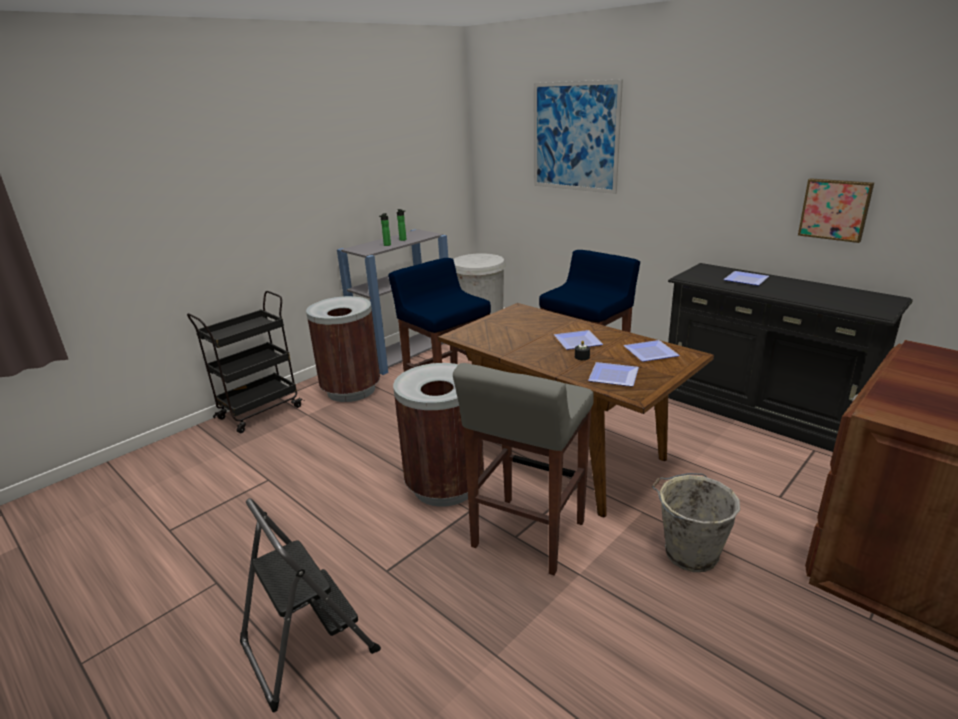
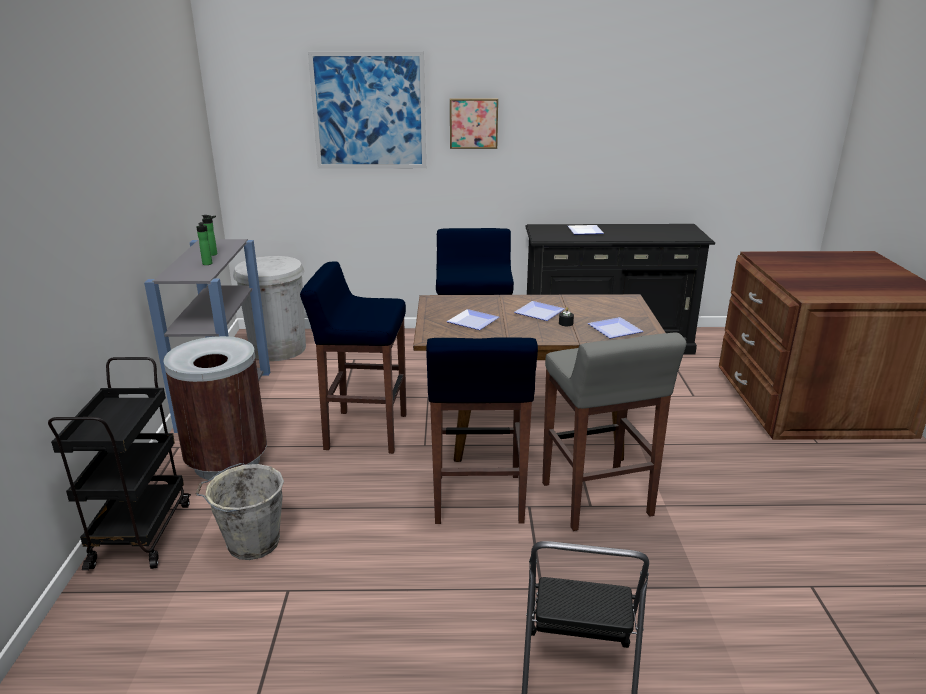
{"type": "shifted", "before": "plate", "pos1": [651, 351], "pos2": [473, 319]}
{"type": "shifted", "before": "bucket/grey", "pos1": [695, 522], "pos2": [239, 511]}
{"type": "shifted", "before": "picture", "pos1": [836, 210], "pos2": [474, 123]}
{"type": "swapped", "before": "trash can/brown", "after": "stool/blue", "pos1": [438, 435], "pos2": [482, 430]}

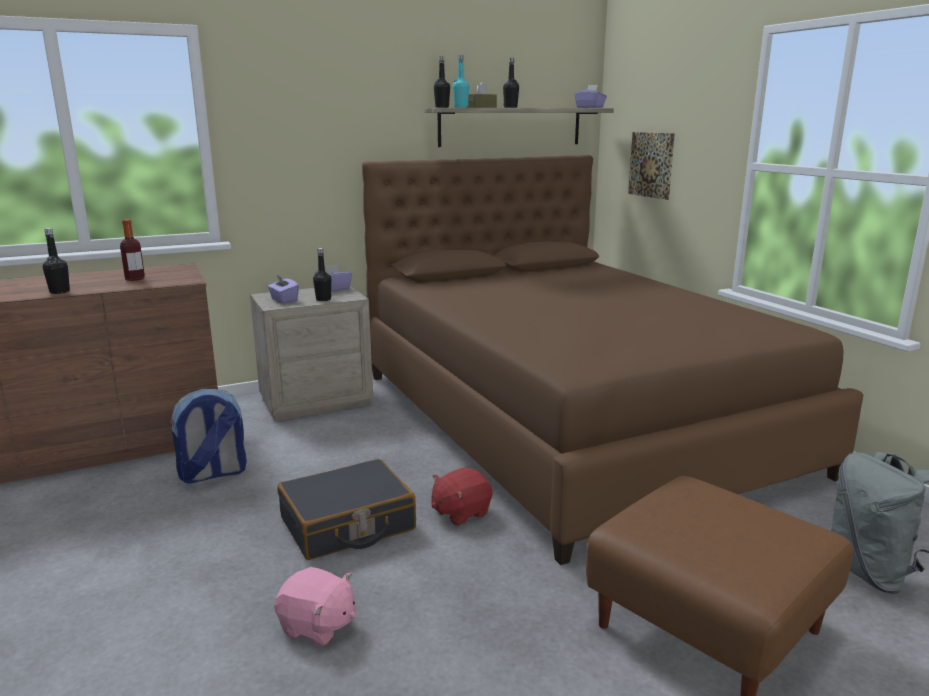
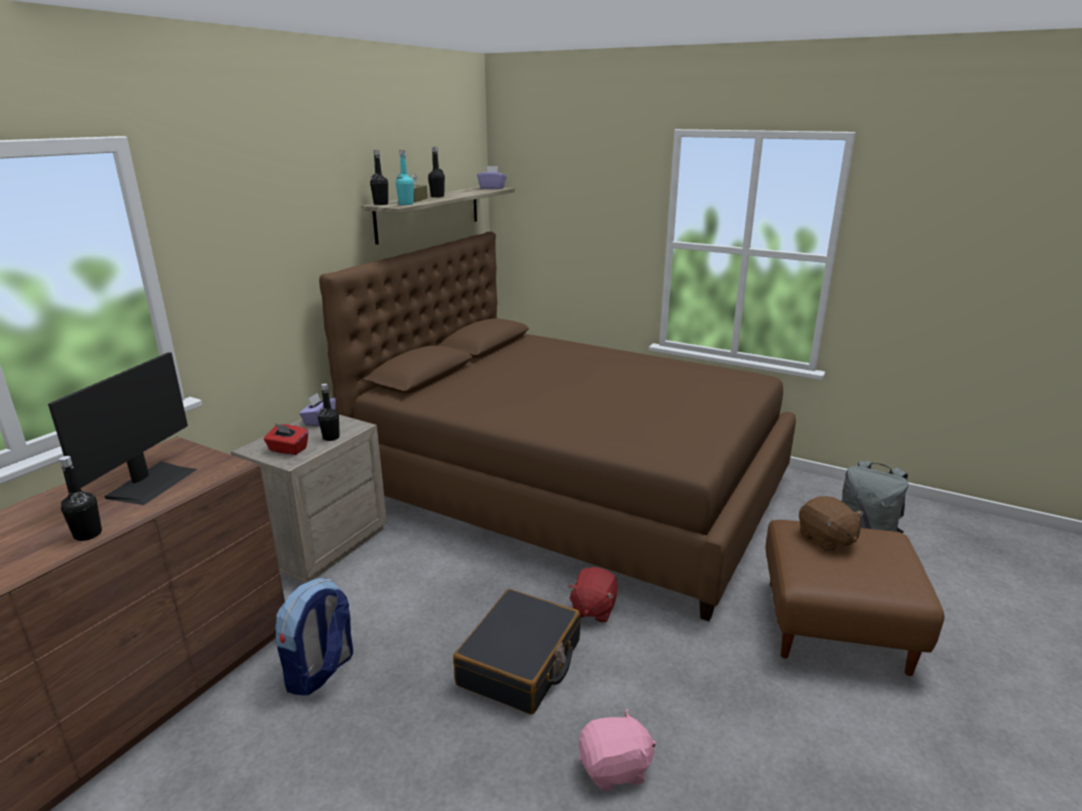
{"type": "gone", "before": "picture", "pos1": [651, 166]}
{"type": "new", "after": "plush toy/brown", "pos2": [831, 524]}
{"type": "swapped", "before": "bottle", "after": "monitor", "pos1": [132, 250], "pos2": [122, 428]}
{"type": "repainted", "before": "tissue box/purple", "after": "tissue box/red", "pos1": [283, 289], "pos2": [286, 439]}

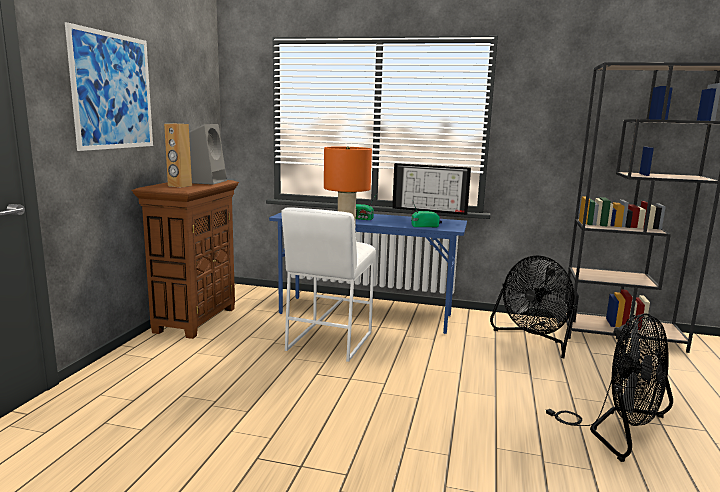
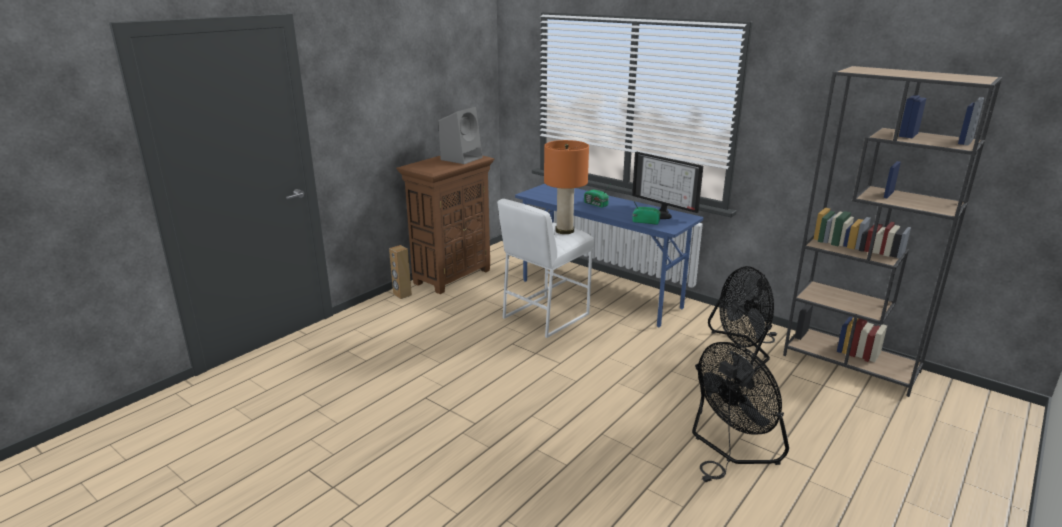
{"type": "gone", "before": "picture", "pos1": [109, 86]}
{"type": "shifted", "before": "speaker/brown", "pos1": [178, 156], "pos2": [400, 272]}
{"type": "rotated", "before": "fan/black", "pos1": [609, 387], "pos2": [740, 412], "turn": -105}

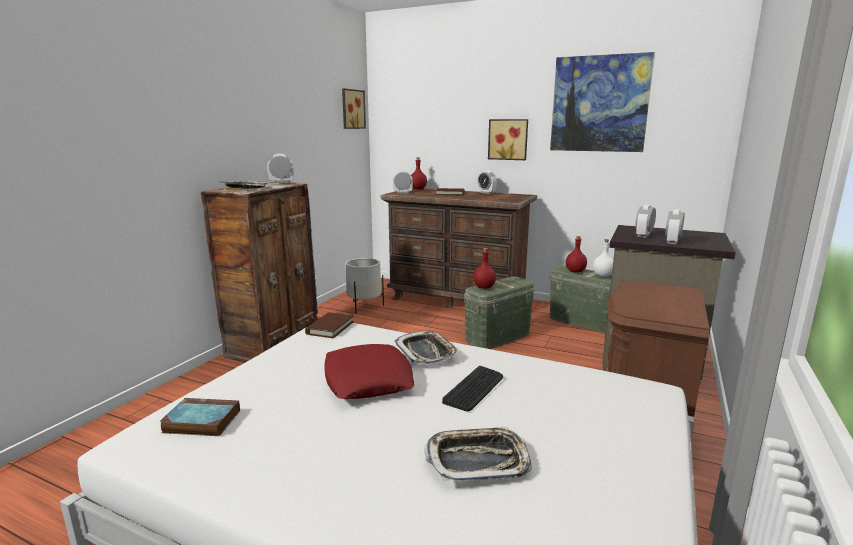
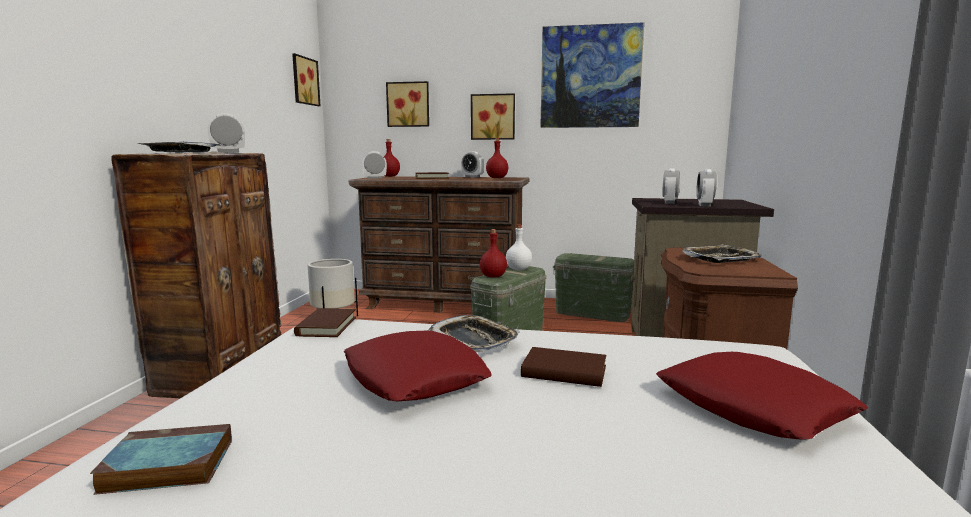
{"type": "new", "after": "picture", "pos2": [407, 104]}
{"type": "new", "after": "pillow/red", "pos2": [762, 396]}
{"type": "shifted", "before": "tray", "pos1": [478, 454], "pos2": [722, 254]}
{"type": "shifted", "before": "bottle/red", "pos1": [576, 254], "pos2": [497, 158]}
{"type": "shifted", "before": "bottle/white", "pos1": [603, 258], "pos2": [519, 247]}
{"type": "swapped", "before": "keyboard", "after": "book/brown", "pos1": [472, 388], "pos2": [563, 367]}

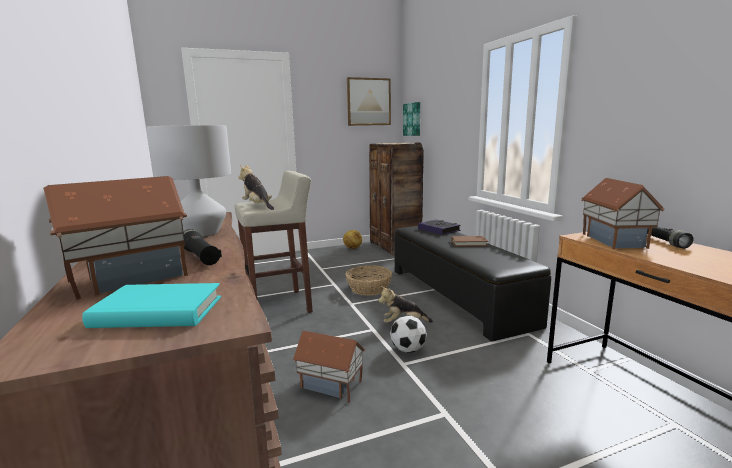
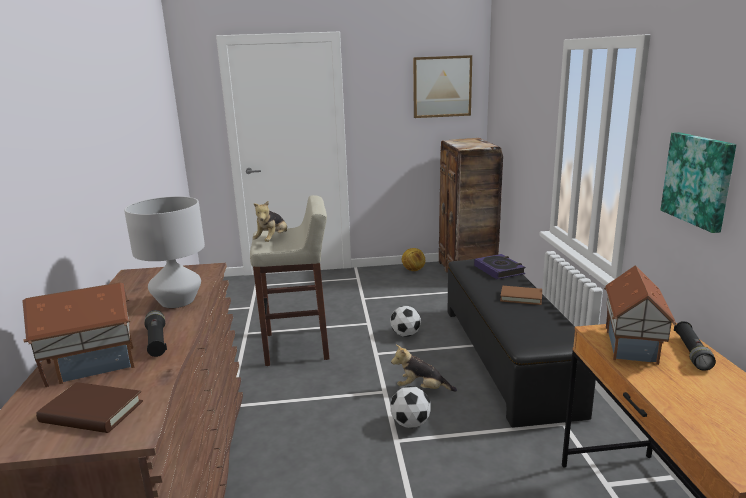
{"type": "gone", "before": "toy house", "pos1": [329, 367]}
{"type": "shifted", "before": "picture", "pos1": [411, 119], "pos2": [698, 182]}
{"type": "swapped", "before": "basket", "after": "football", "pos1": [368, 280], "pos2": [405, 321]}
{"type": "repainted", "before": "book/turquoise", "after": "book/brown", "pos1": [151, 305], "pos2": [89, 407]}
{"type": "rotated", "before": "plush toy", "pos1": [256, 187], "pos2": [270, 221], "turn": -135}

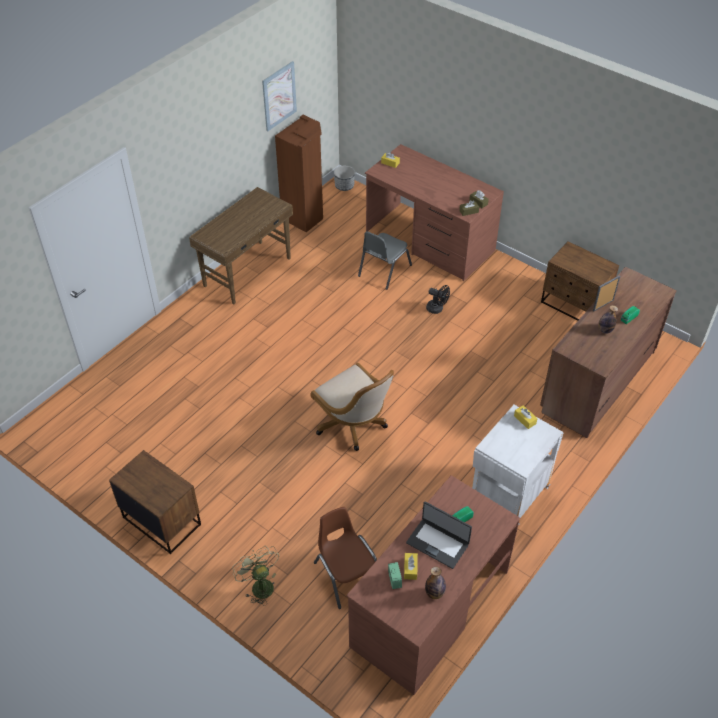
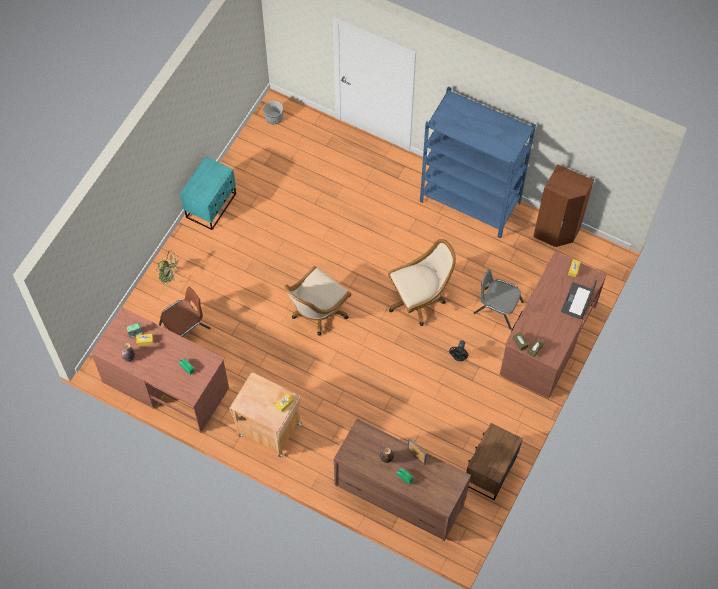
{"type": "gone", "before": "picture", "pos1": [279, 96]}
{"type": "new", "after": "office chair", "pos2": [422, 282]}
{"type": "shifted", "before": "planter", "pos1": [344, 178], "pos2": [273, 112]}
{"type": "shifted", "before": "laptop", "pos1": [439, 535], "pos2": [579, 299]}
{"type": "swapped", "before": "console table/brown", "after": "bookcase/blue", "pos1": [241, 245], "pos2": [478, 162]}
{"type": "repainted", "before": "nightstand/brown", "after": "nightstand/turquoise", "pos1": [155, 502], "pos2": [208, 193]}
{"type": "repainted", "before": "cart/white", "after": "cart/brown", "pos1": [518, 464], "pos2": [265, 415]}
{"type": "rotated", "before": "fan/green", "pos1": [255, 575], "pos2": [169, 269], "turn": 60}

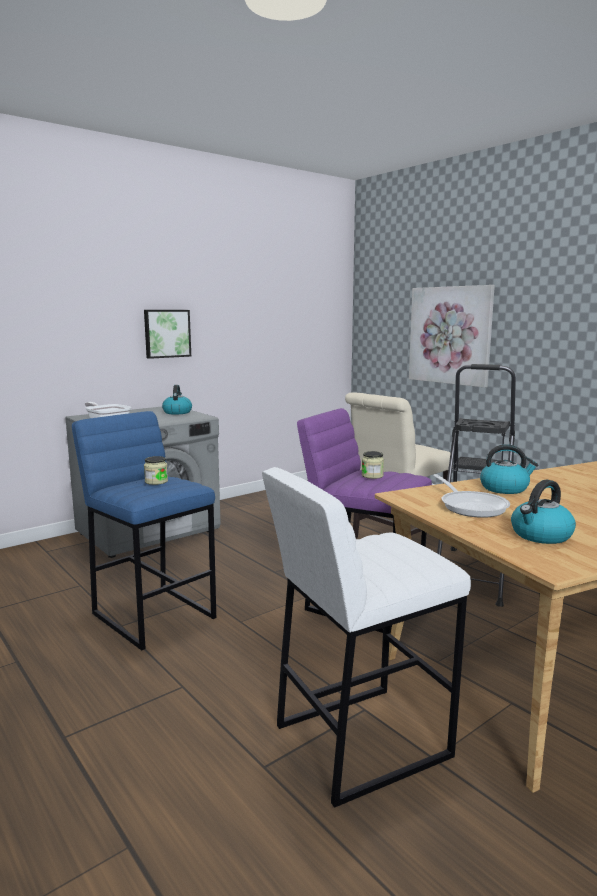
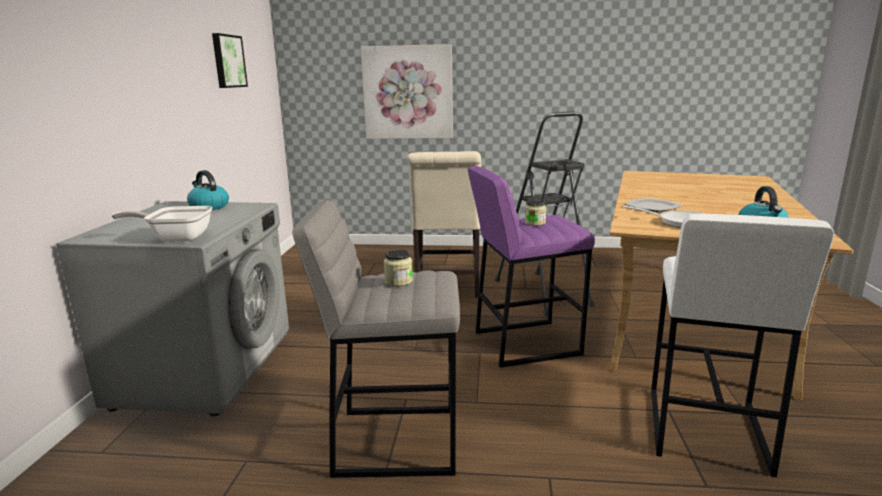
{"type": "shifted", "before": "picture", "pos1": [167, 334], "pos2": [230, 60]}
{"type": "swapped", "before": "kettle", "after": "plate", "pos1": [509, 469], "pos2": [653, 205]}
{"type": "repainted", "before": "stool/blue", "after": "stool/grey", "pos1": [144, 531], "pos2": [376, 339]}

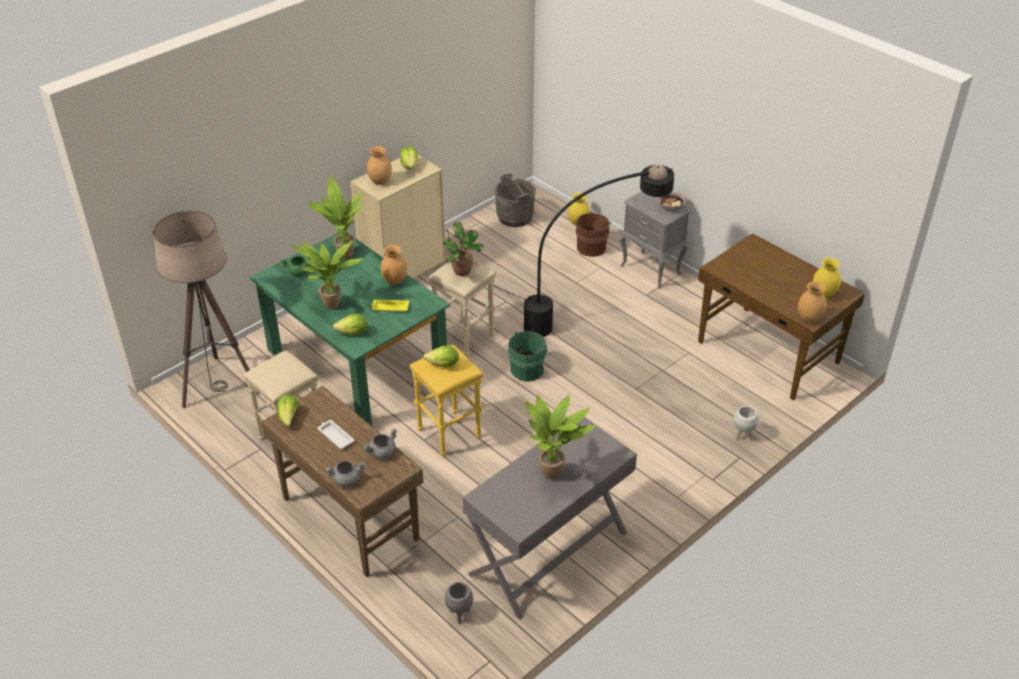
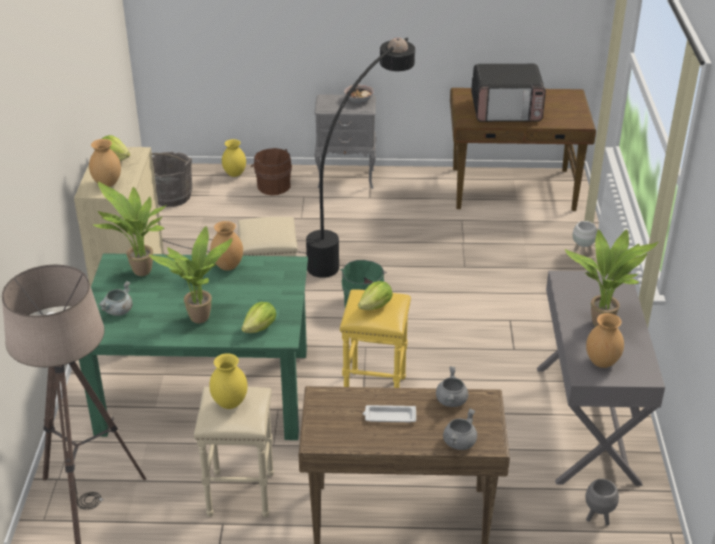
{"type": "gone", "before": "lettuce", "pos1": [288, 410]}
{"type": "gone", "before": "tray/yellow", "pos1": [390, 306]}
{"type": "gone", "before": "potted plant", "pos1": [463, 249]}
{"type": "new", "after": "microwave", "pos2": [508, 93]}
{"type": "shifted", "before": "vase/brown", "pos1": [812, 302], "pos2": [605, 340]}
{"type": "shifted", "before": "vase/yellow", "pos1": [827, 278], "pos2": [228, 381]}
{"type": "repainted", "before": "cooking pot/green", "after": "cooking pot/grey", "pos1": [295, 266], "pos2": [115, 298]}

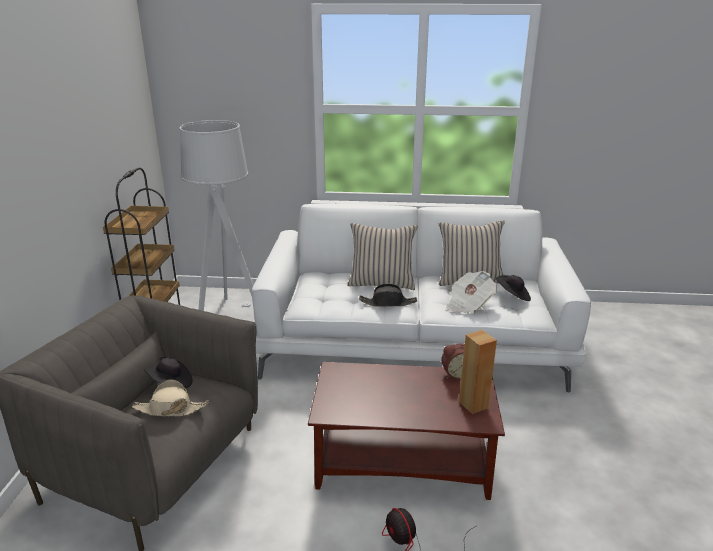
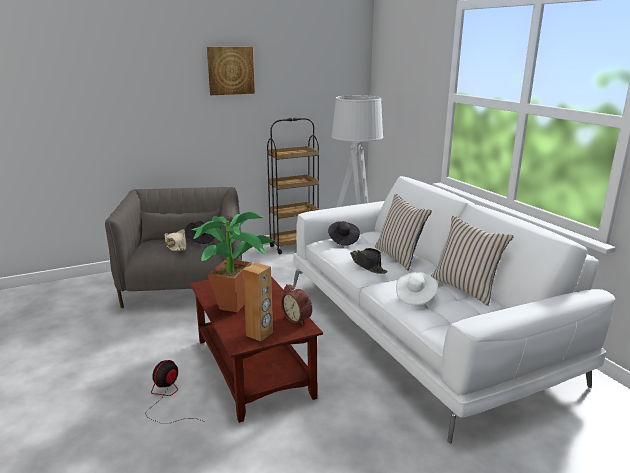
{"type": "new", "after": "potted plant", "pos2": [233, 262]}
{"type": "new", "after": "picture", "pos2": [231, 71]}
{"type": "shifted", "before": "hat/black", "pos1": [513, 288], "pos2": [344, 233]}
{"type": "swapped", "before": "newspaper", "after": "hat/white", "pos1": [471, 292], "pos2": [417, 288]}

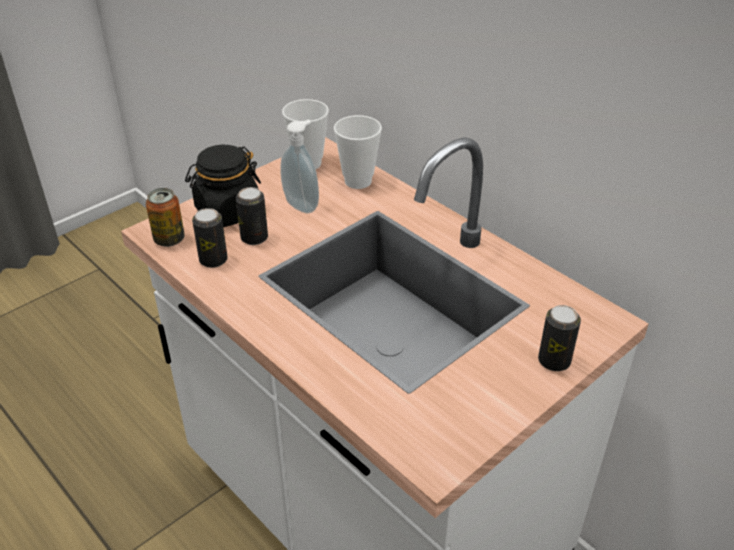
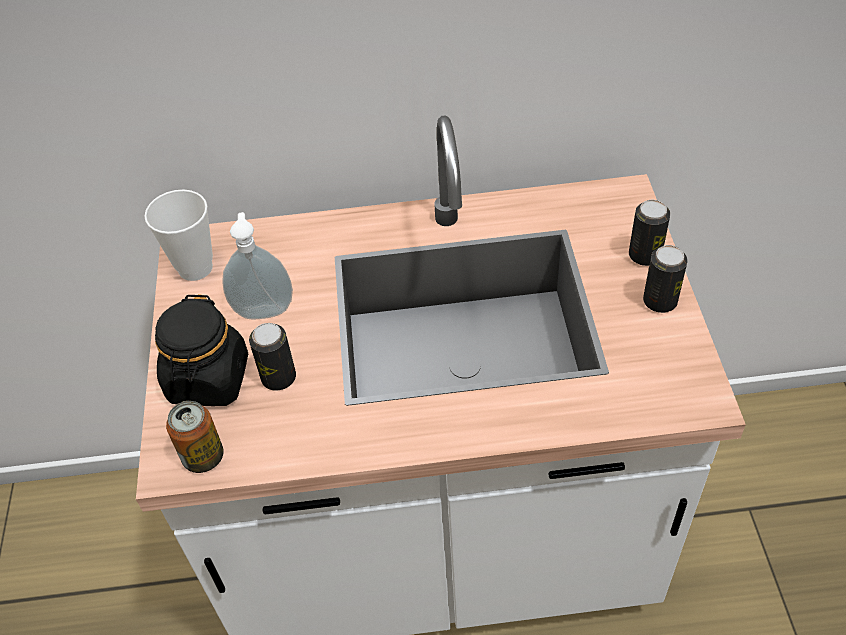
{"type": "gone", "before": "cup", "pos1": [358, 152]}
{"type": "shifted", "before": "can", "pos1": [210, 238], "pos2": [665, 279]}

